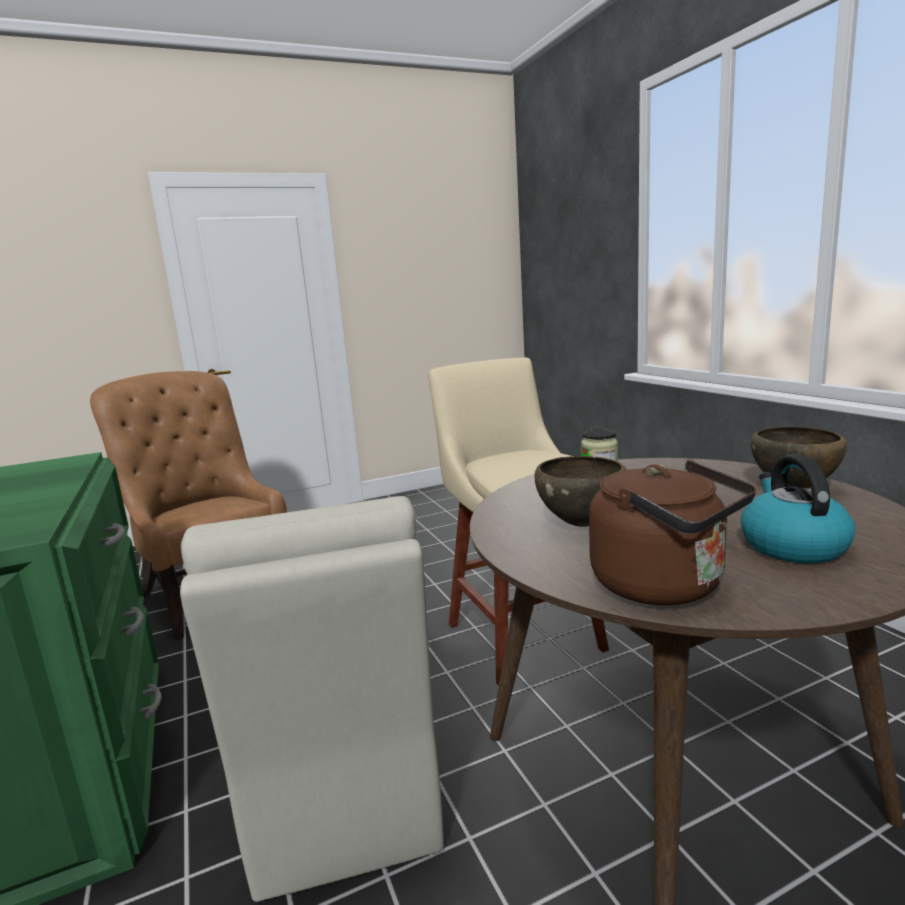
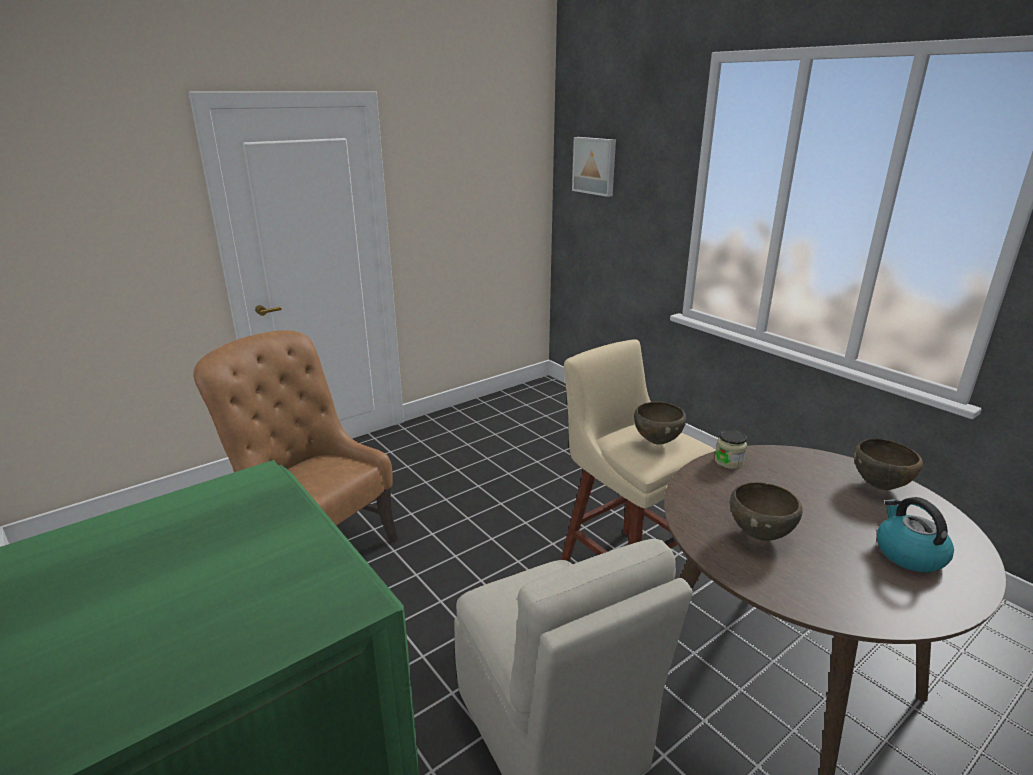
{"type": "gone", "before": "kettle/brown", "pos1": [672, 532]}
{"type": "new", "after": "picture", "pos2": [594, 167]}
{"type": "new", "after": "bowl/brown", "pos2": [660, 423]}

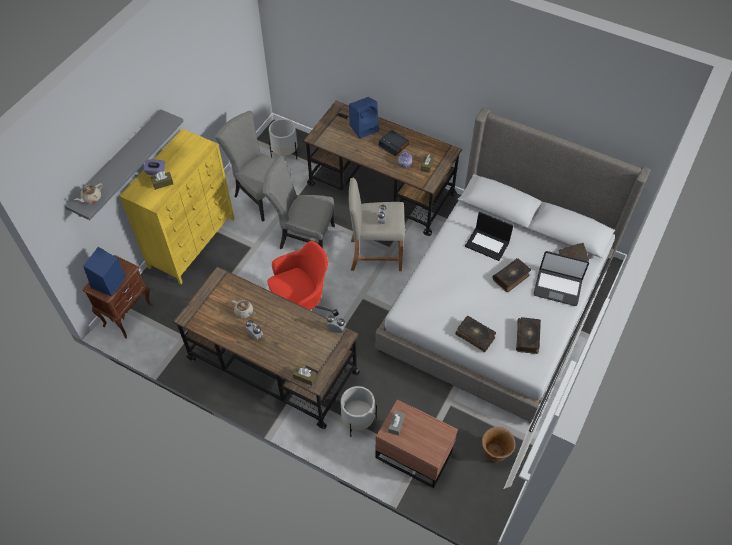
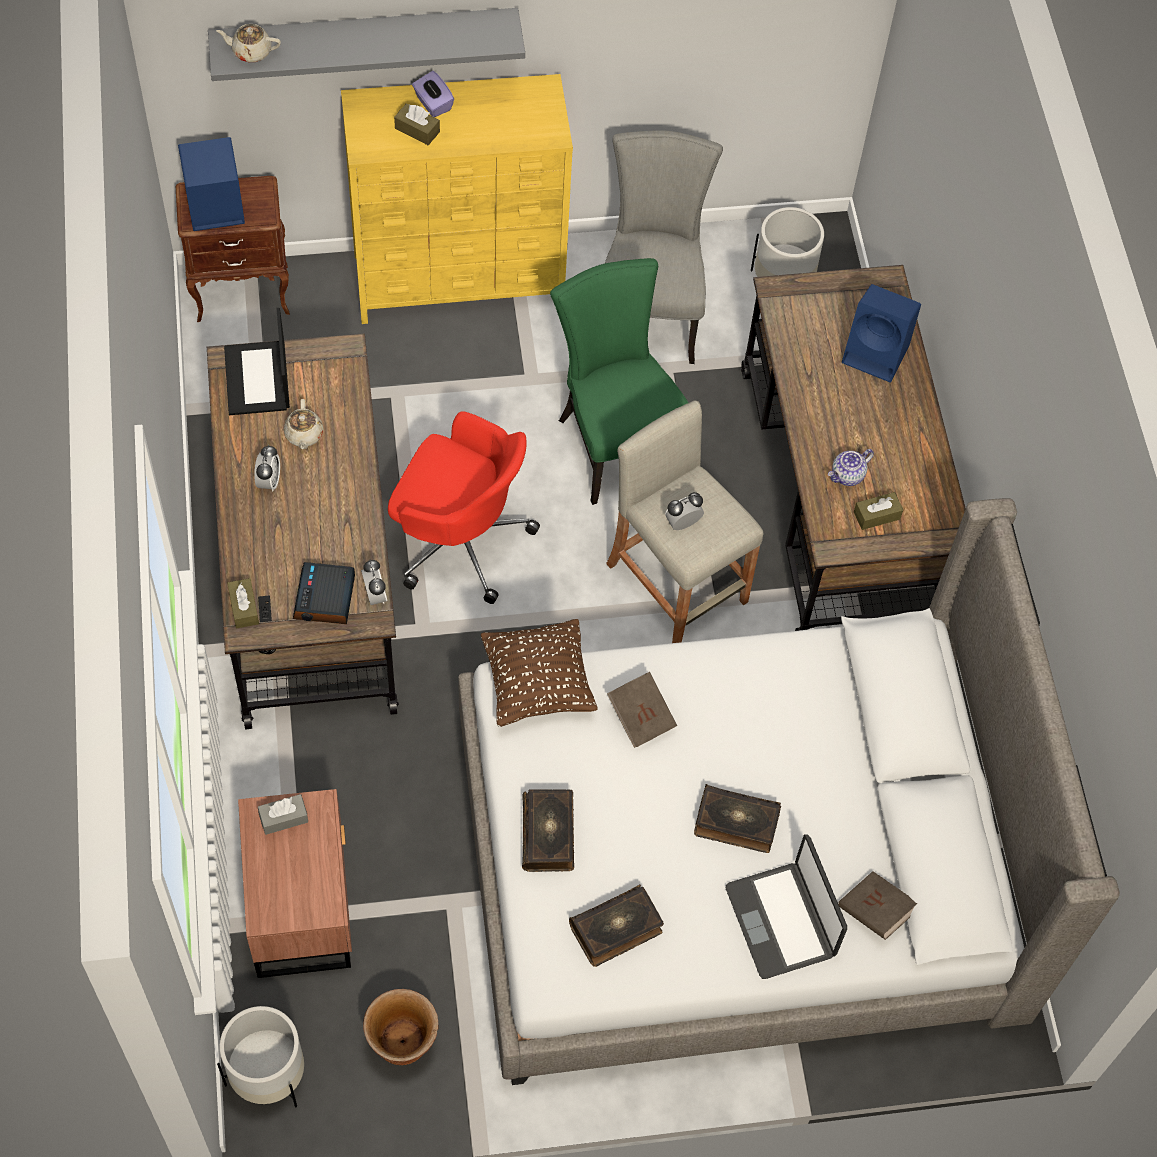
{"type": "new", "after": "pillow/brown", "pos2": [539, 673]}
{"type": "new", "after": "book/brown", "pos2": [642, 710]}
{"type": "shifted", "before": "planter/white", "pos1": [359, 411], "pos2": [260, 1056]}
{"type": "shifted", "before": "alarm clock", "pos1": [393, 143], "pos2": [324, 593]}
{"type": "shifted", "before": "laptop", "pos1": [489, 236], "pos2": [257, 361]}
{"type": "repainted", "before": "chair/grey", "after": "chair/green", "pos1": [299, 202], "pos2": [619, 381]}

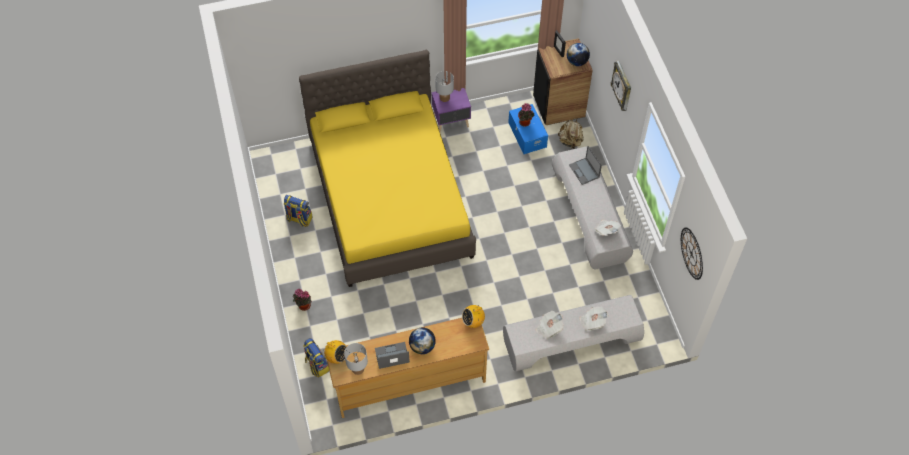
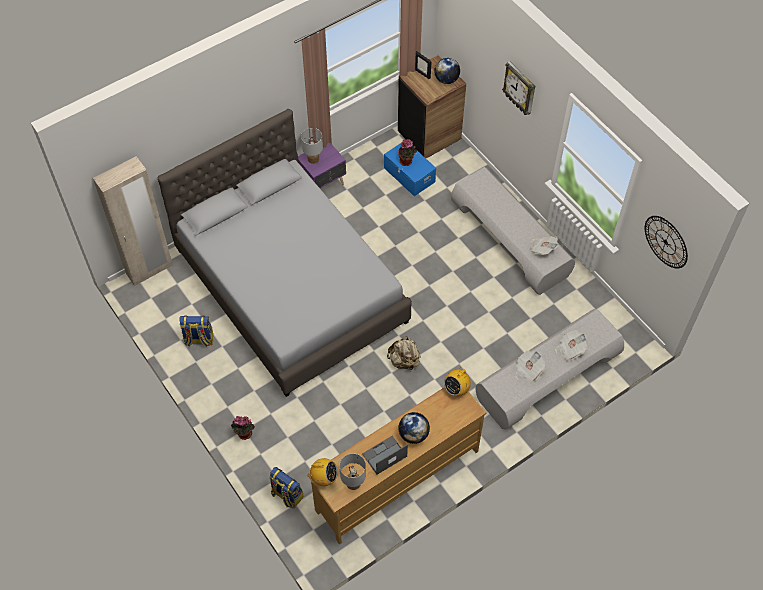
{"type": "gone", "before": "laptop", "pos1": [585, 165]}
{"type": "new", "after": "wardrobe/beige", "pos2": [133, 221]}
{"type": "shifted", "before": "backpack/beige", "pos1": [571, 134], "pos2": [404, 353]}
{"type": "repainted", "before": "bed/yellow", "after": "bed/grey", "pos1": [387, 168], "pos2": [285, 253]}

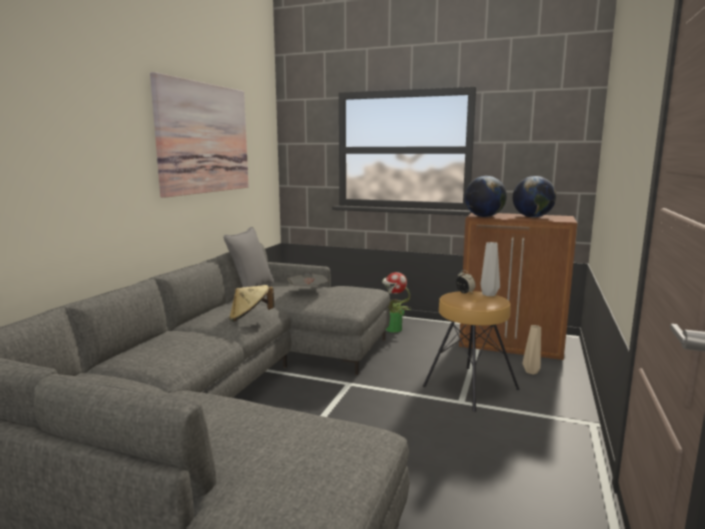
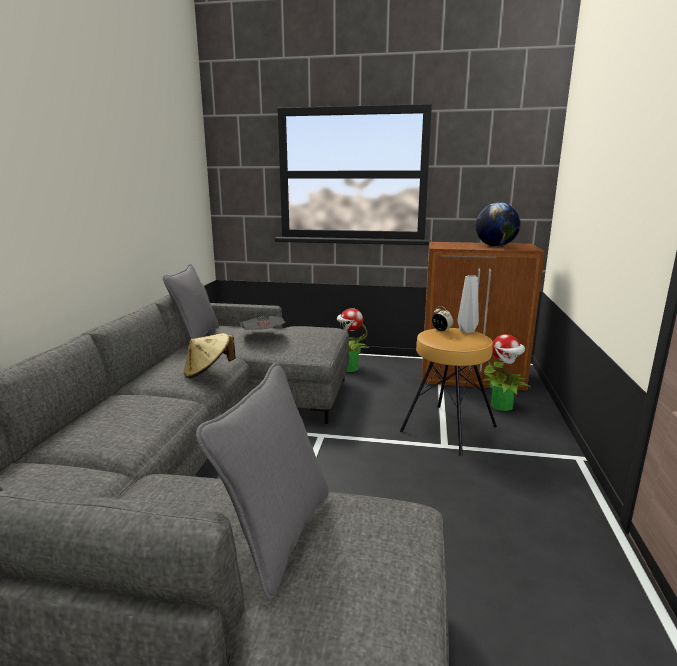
{"type": "gone", "before": "picture", "pos1": [199, 135]}
{"type": "gone", "before": "globe", "pos1": [486, 196]}
{"type": "new", "after": "pillow/grey", "pos2": [262, 481]}
{"type": "swapped", "before": "vase/beige", "after": "potted plant", "pos1": [531, 350], "pos2": [506, 372]}

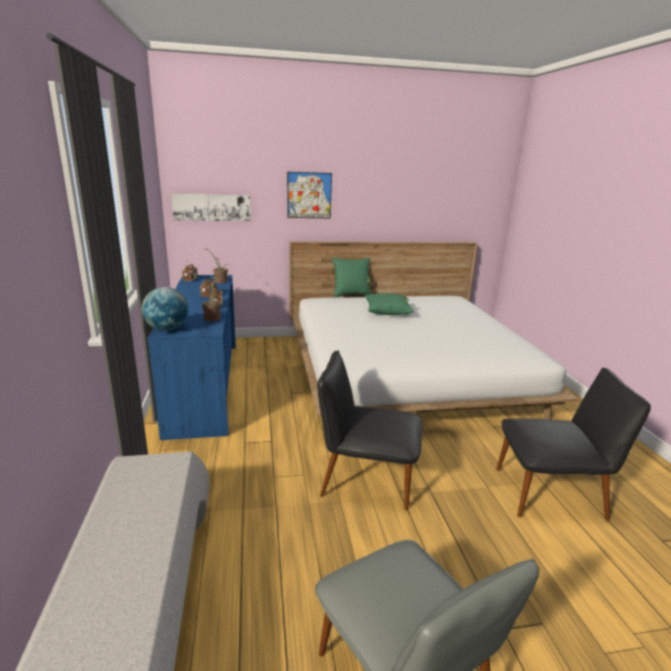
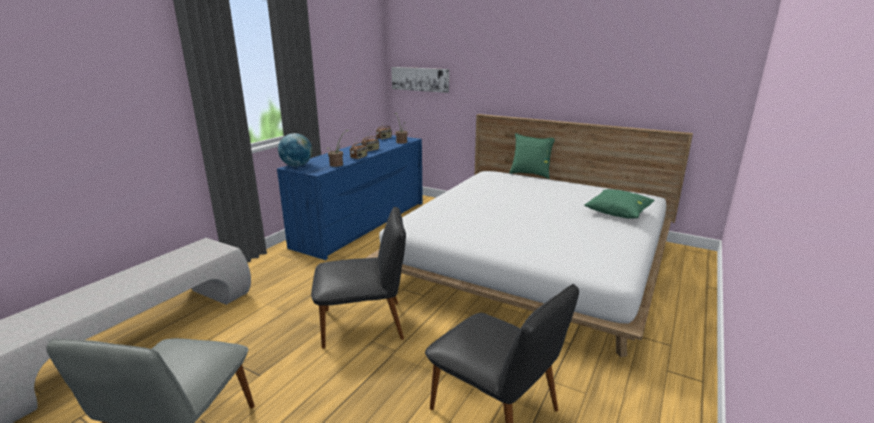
{"type": "gone", "before": "picture", "pos1": [309, 195]}
{"type": "shifted", "before": "pillow/green", "pos1": [389, 304], "pos2": [619, 204]}
{"type": "rotated", "before": "chair/black", "pos1": [369, 430], "pos2": [358, 278], "turn": 120}

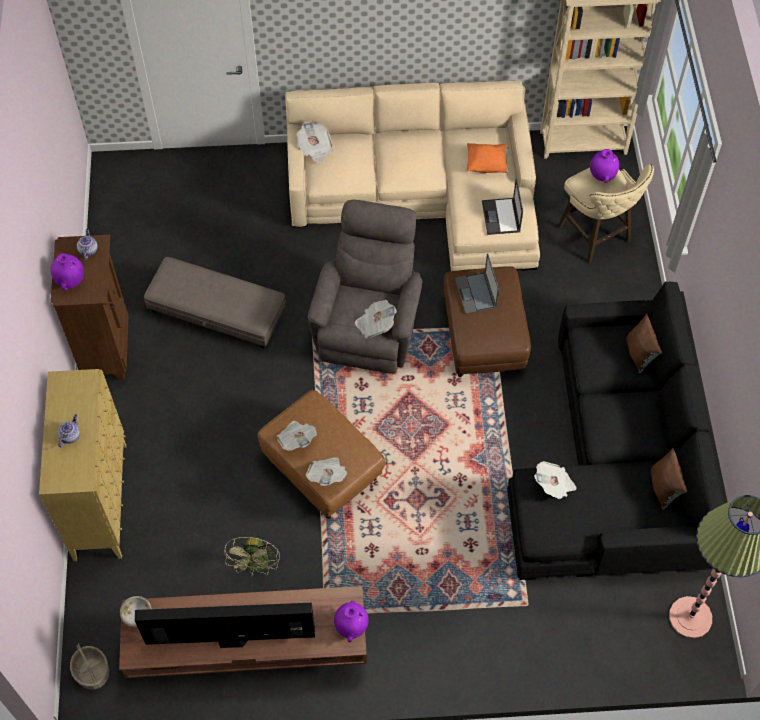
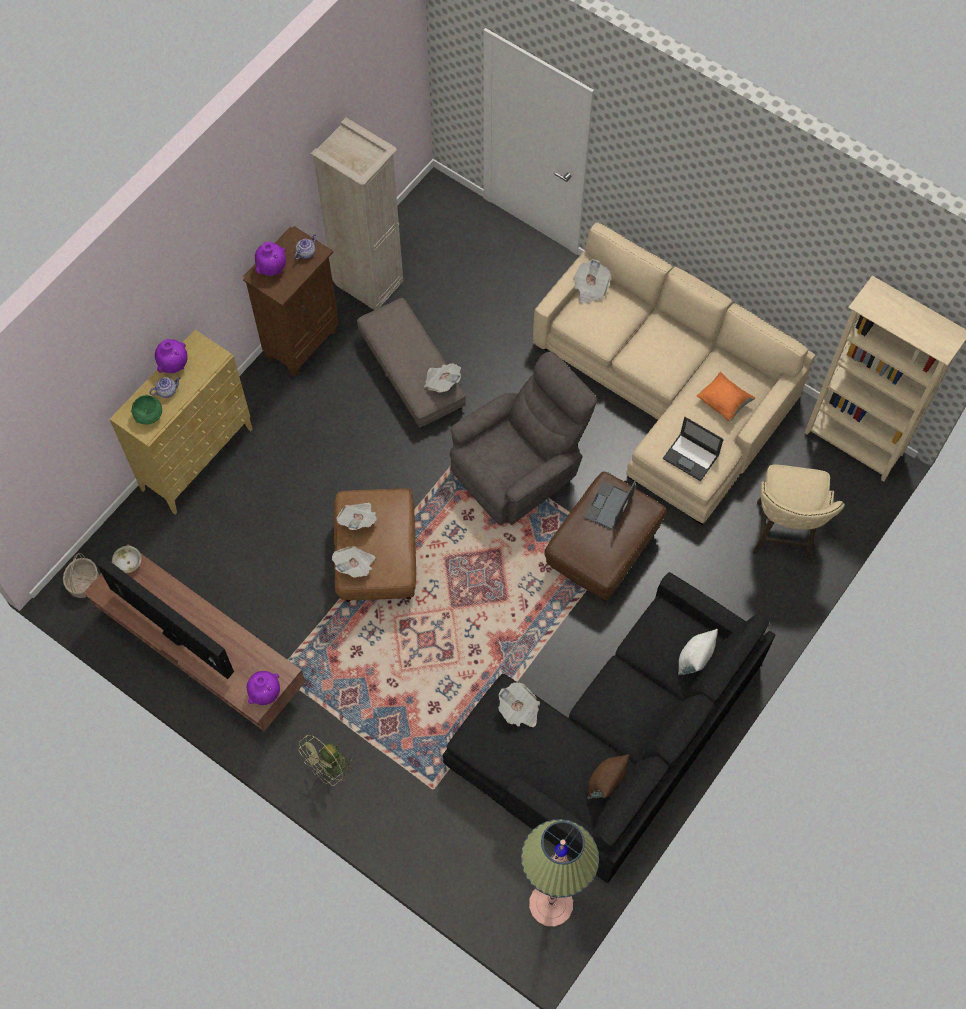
{"type": "new", "after": "bowl/green", "pos2": [146, 409]}
{"type": "new", "after": "cabinet/beige", "pos2": [357, 213]}
{"type": "shifted", "before": "fan/green", "pos1": [252, 556], "pos2": [326, 760]}
{"type": "shifted", "before": "newspaper", "pos1": [376, 319], "pos2": [442, 377]}
{"type": "shifted", "before": "vase/purple", "pos1": [604, 166], "pos2": [171, 356]}
{"type": "repainted", "before": "pillow/brown", "after": "pillow/white", "pos1": [644, 343], "pos2": [698, 652]}
{"type": "rotated", "before": "laptop", "pos1": [502, 206], "pos2": [693, 449], "turn": -90}

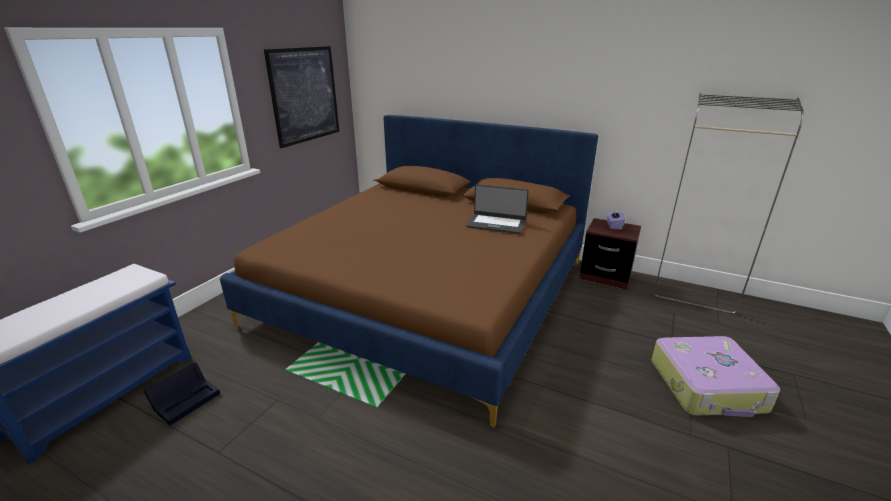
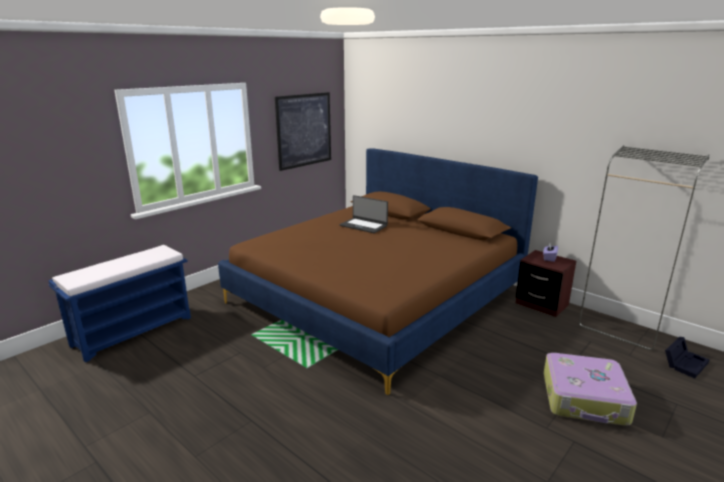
{"type": "shifted", "before": "storage box/black", "pos1": [182, 394], "pos2": [687, 357]}
{"type": "shifted", "before": "laptop", "pos1": [497, 209], "pos2": [364, 214]}

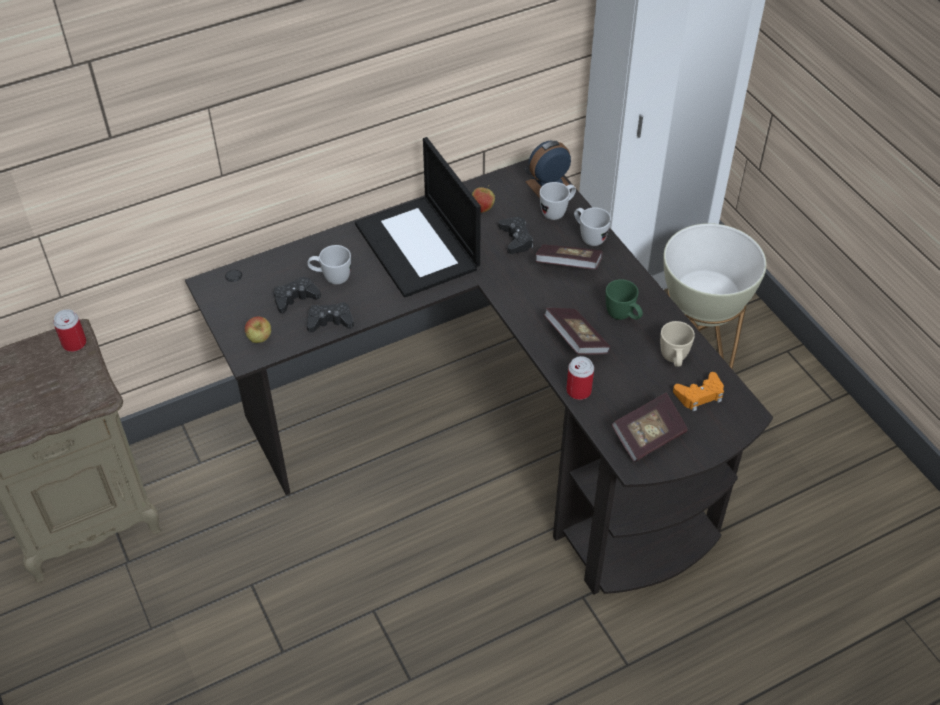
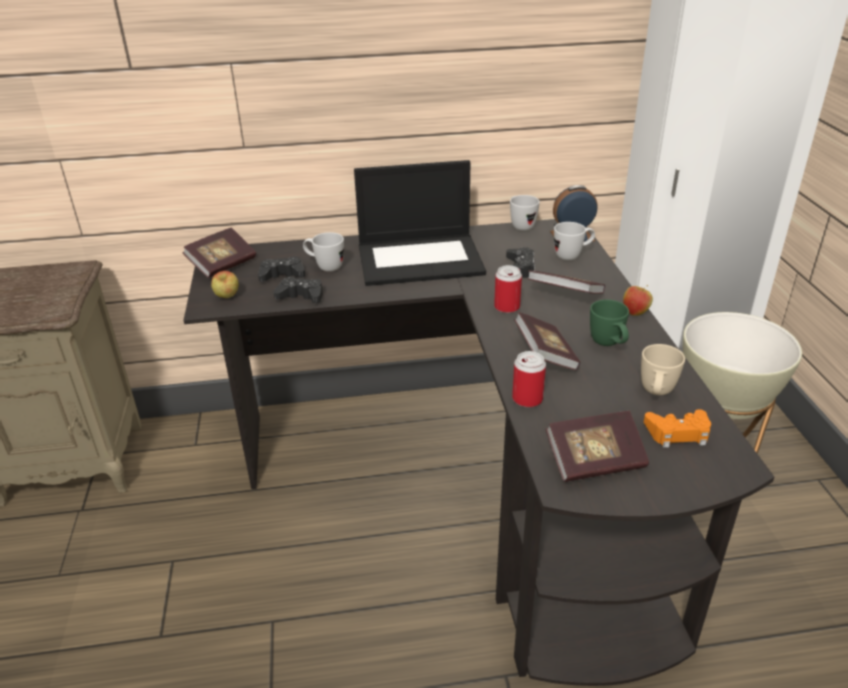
{"type": "new", "after": "book", "pos2": [219, 253]}
{"type": "shifted", "before": "can", "pos1": [70, 330], "pos2": [508, 289]}
{"type": "shifted", "before": "apple", "pos1": [483, 199], "pos2": [638, 300]}
{"type": "shifted", "before": "mug/white", "pos1": [592, 226], "pos2": [525, 213]}
{"type": "rotated", "before": "laptop", "pos1": [418, 217], "pos2": [420, 223], "turn": -90}

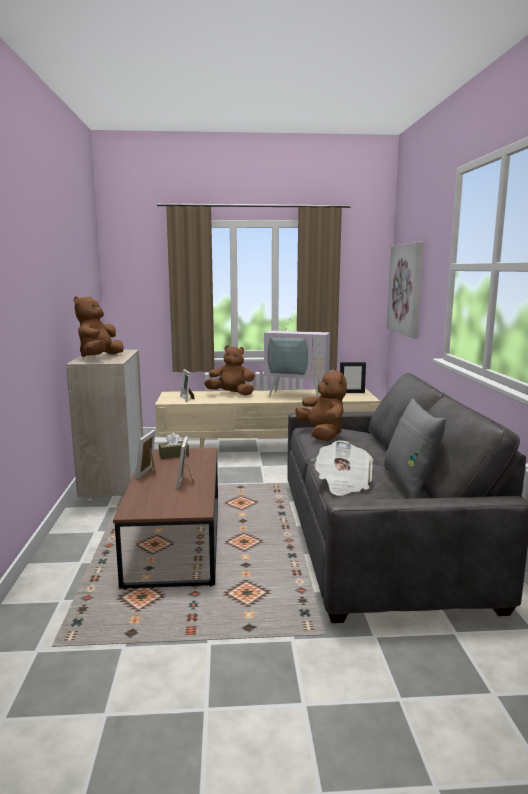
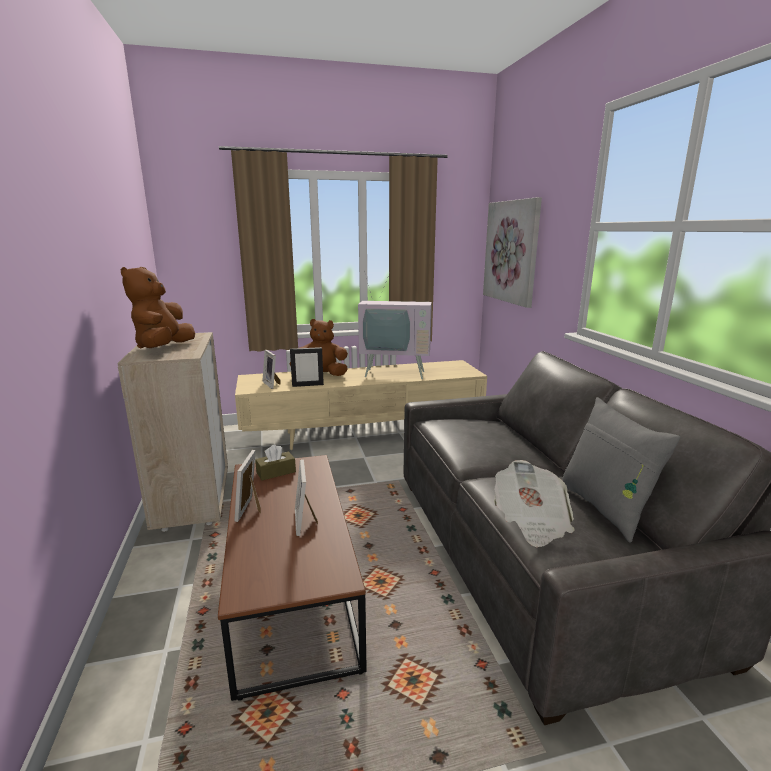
{"type": "gone", "before": "plush toy/brown", "pos1": [321, 404]}
{"type": "shifted", "before": "picture frame", "pos1": [353, 377], "pos2": [307, 367]}

